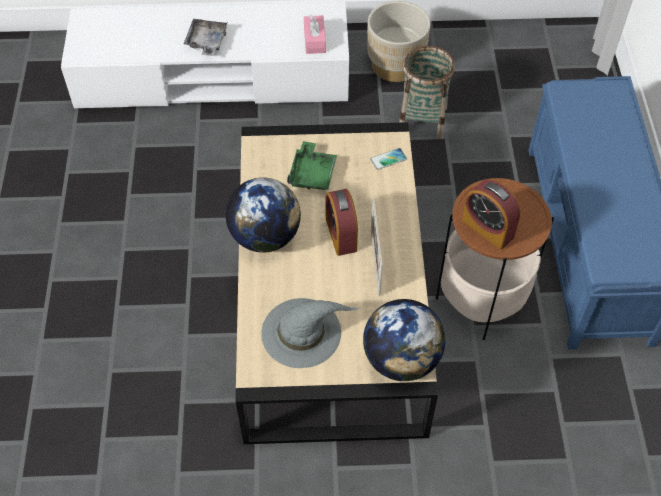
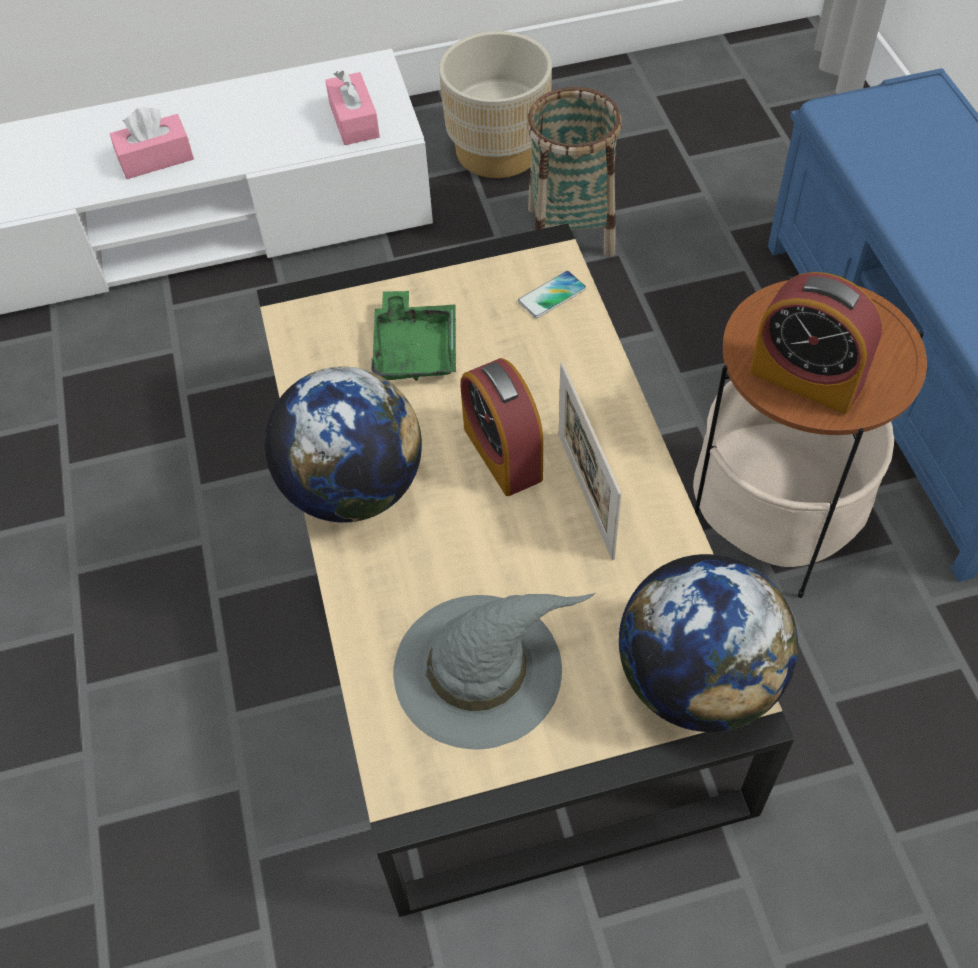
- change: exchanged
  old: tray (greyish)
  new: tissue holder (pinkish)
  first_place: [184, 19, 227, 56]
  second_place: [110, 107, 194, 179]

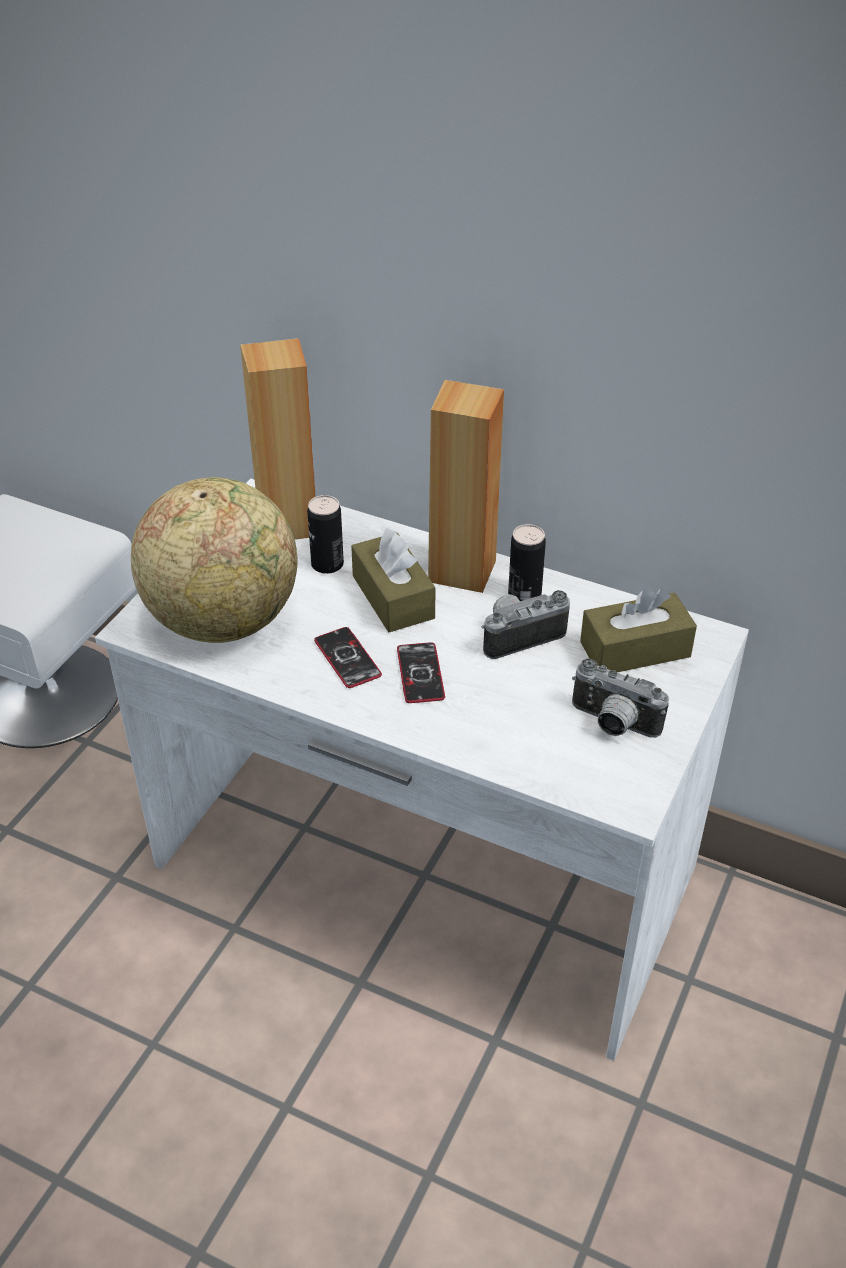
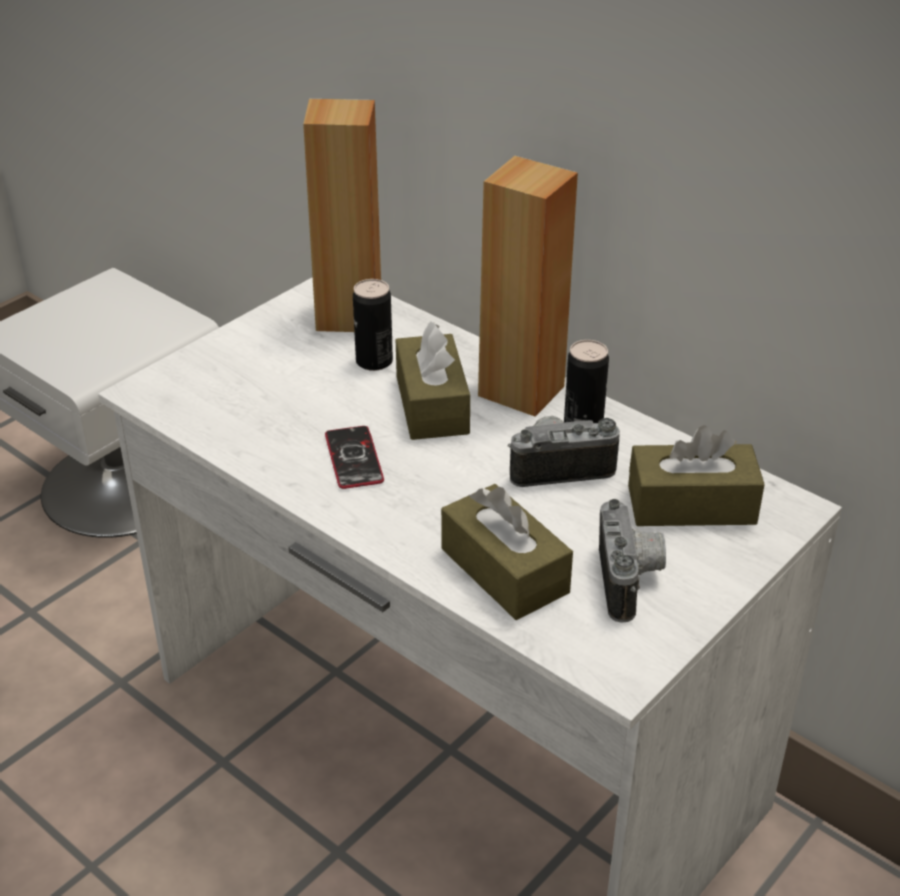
- change: missing
  old: desk globe
  first_place: [131, 477, 298, 643]
- change: missing
  old: handset
  first_place: [397, 642, 445, 703]
- change: spun
  old: still camera
  first_place: [572, 658, 669, 738]
  second_place: [599, 499, 666, 623]
  degrees: -135
- change: appeared
  new: tissue holder (brown)
  second_place: [441, 484, 573, 620]

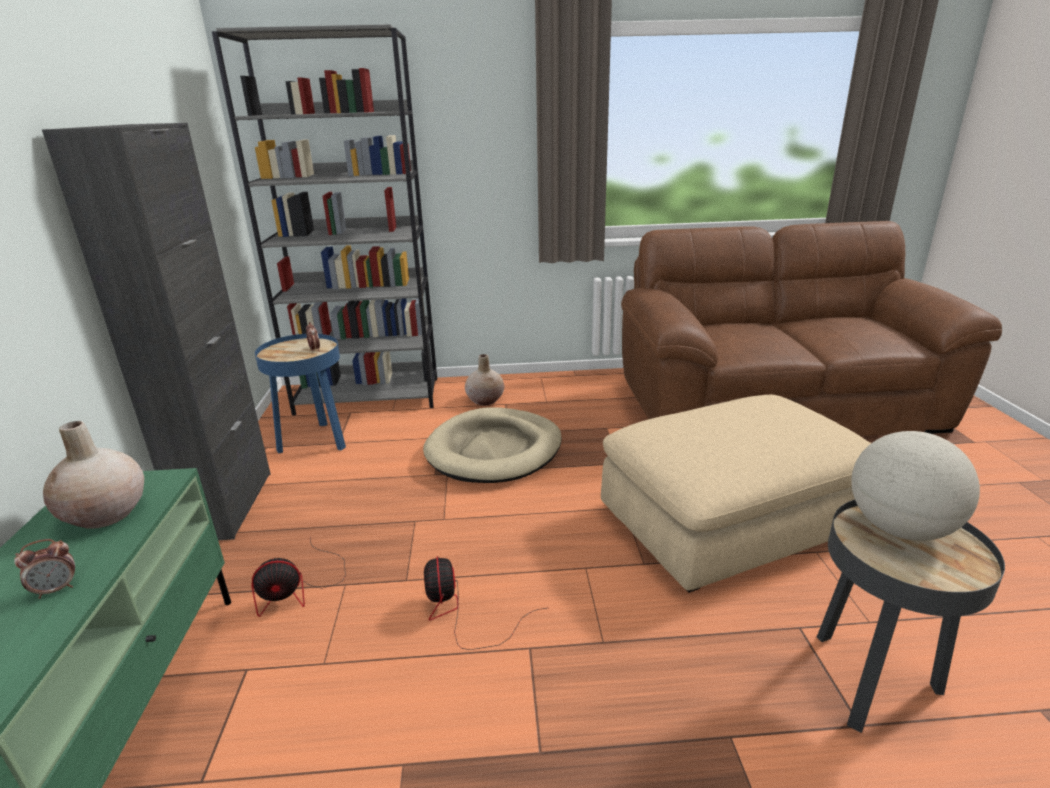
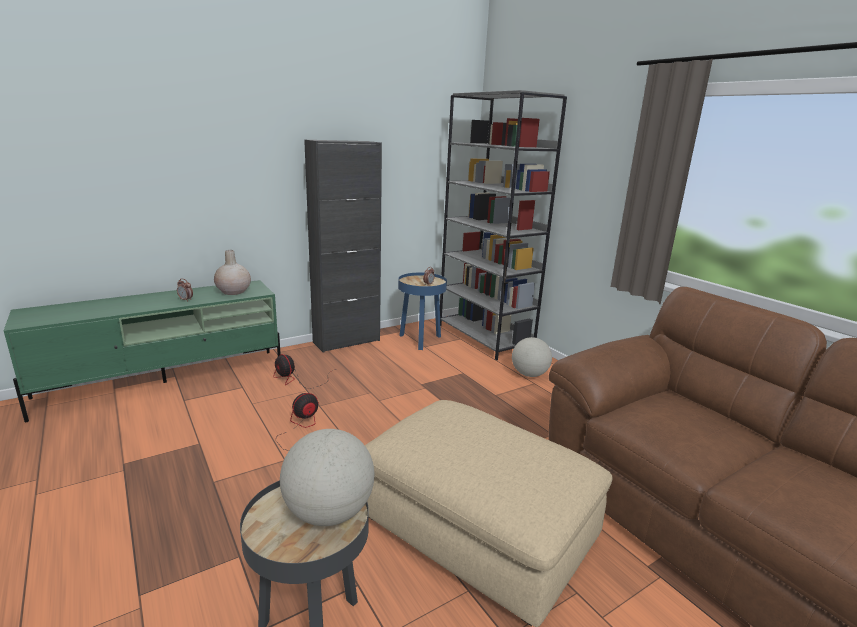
- change: missing
  old: pet bed (beige)
  first_place: [423, 407, 562, 483]
- change: exchanged
  old: decorative vase (beige)
  new: desk globe
  first_place: [465, 354, 504, 405]
  second_place: [512, 337, 552, 377]

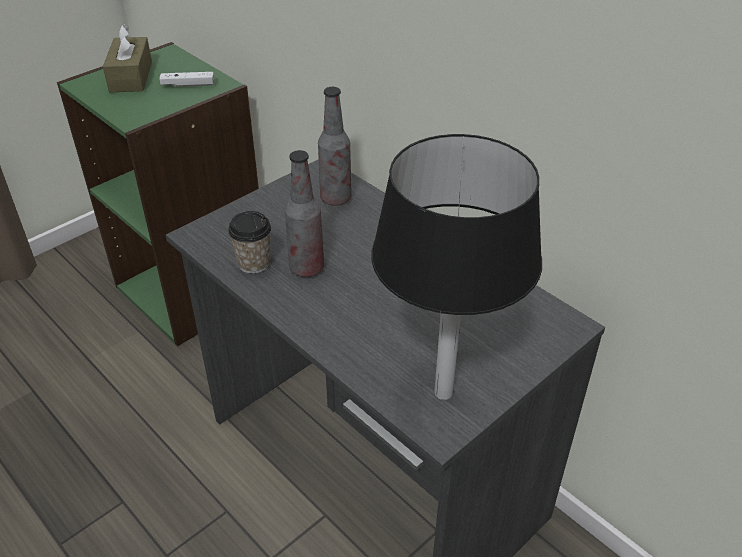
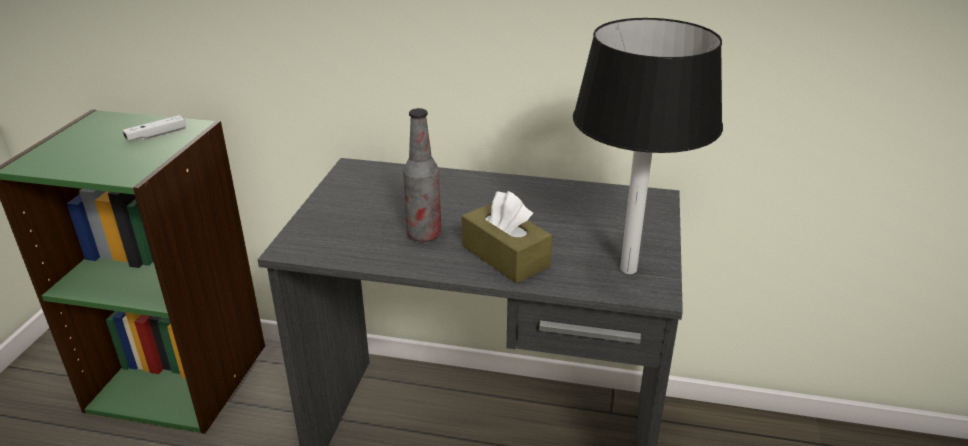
- change: relocated
  old: tissue holder (brown)
  first_place: [103, 24, 152, 92]
  second_place: [462, 191, 552, 283]
- change: missing
  old: drinking cup
  first_place: [228, 211, 271, 274]
- change: missing
  old: drink bottle
  first_place: [318, 87, 352, 206]

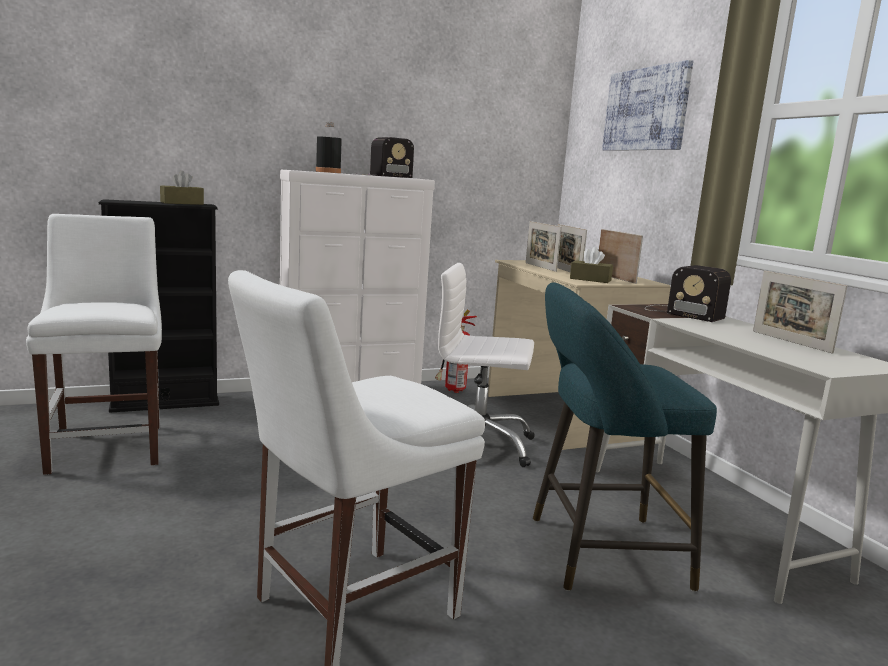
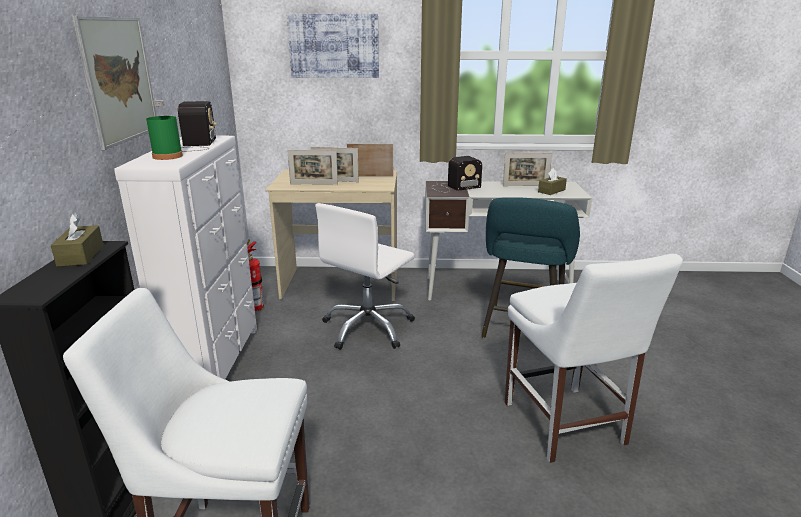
- change: colour
  old: drink bottle (blackish)
  new: drink bottle (greenish)
  first_place: [316, 122, 342, 173]
  second_place: [146, 100, 183, 160]
- change: relocated
  old: tissue holder (brown)
  first_place: [570, 247, 613, 283]
  second_place: [538, 168, 567, 195]
- change: appeared
  new: wall art
  second_place: [72, 16, 156, 150]

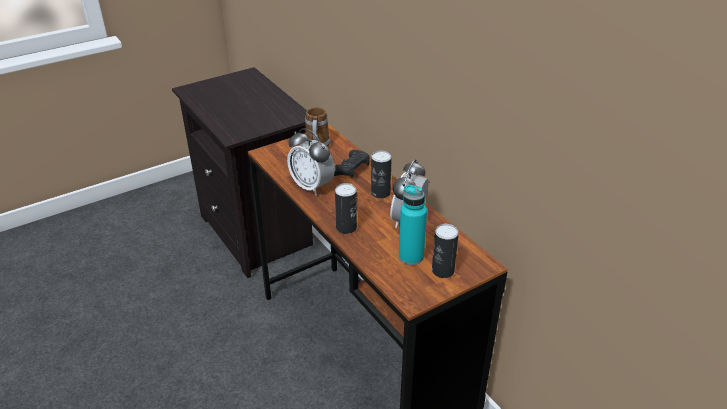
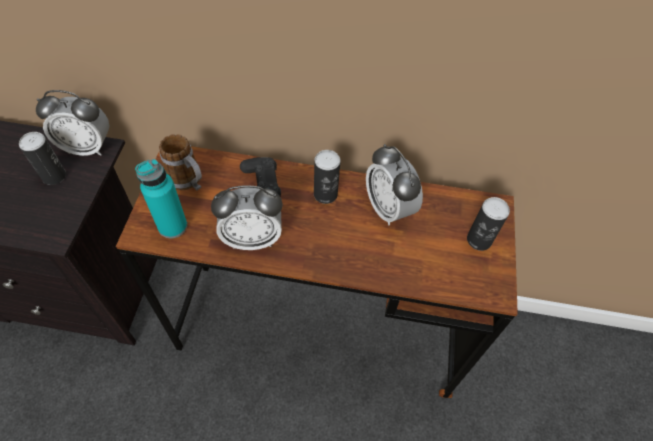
- change: relocated
  old: metal can
  first_place: [335, 183, 357, 234]
  second_place: [19, 132, 66, 185]
- change: relocated
  old: drink bottle (turquoise-coloured)
  first_place: [399, 185, 427, 265]
  second_place: [135, 159, 187, 238]
- change: appeared
  new: bedside clock
  second_place: [36, 90, 109, 156]

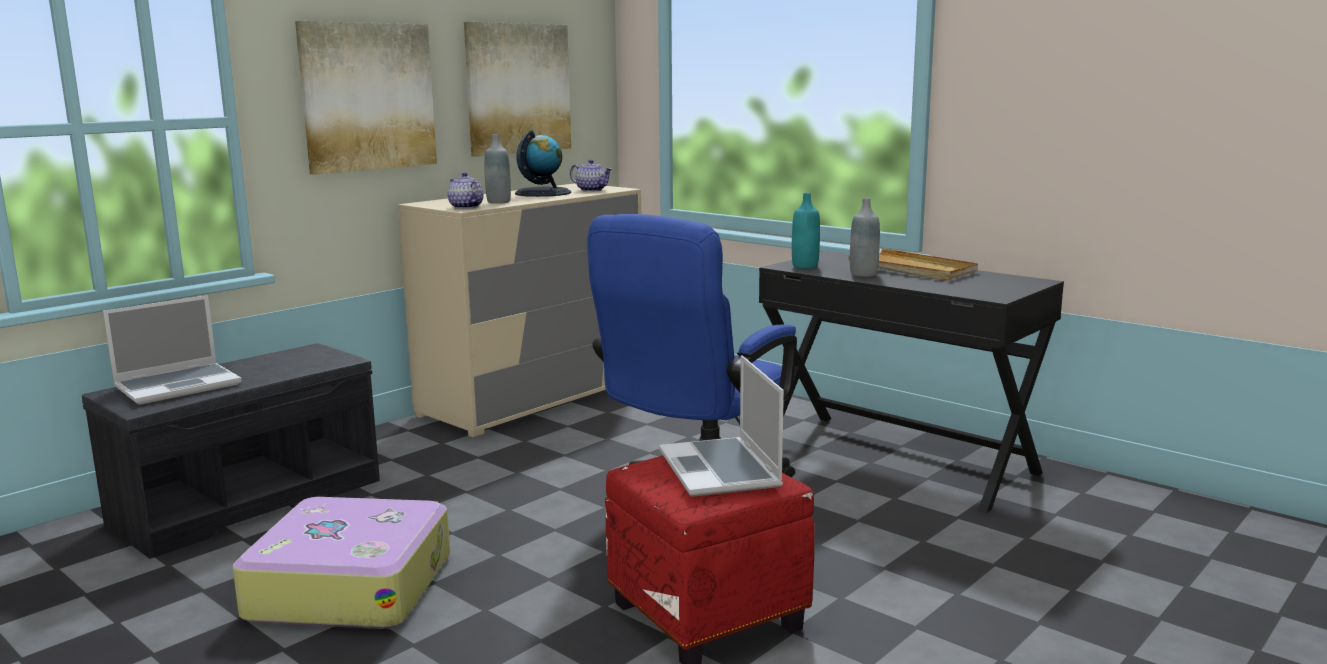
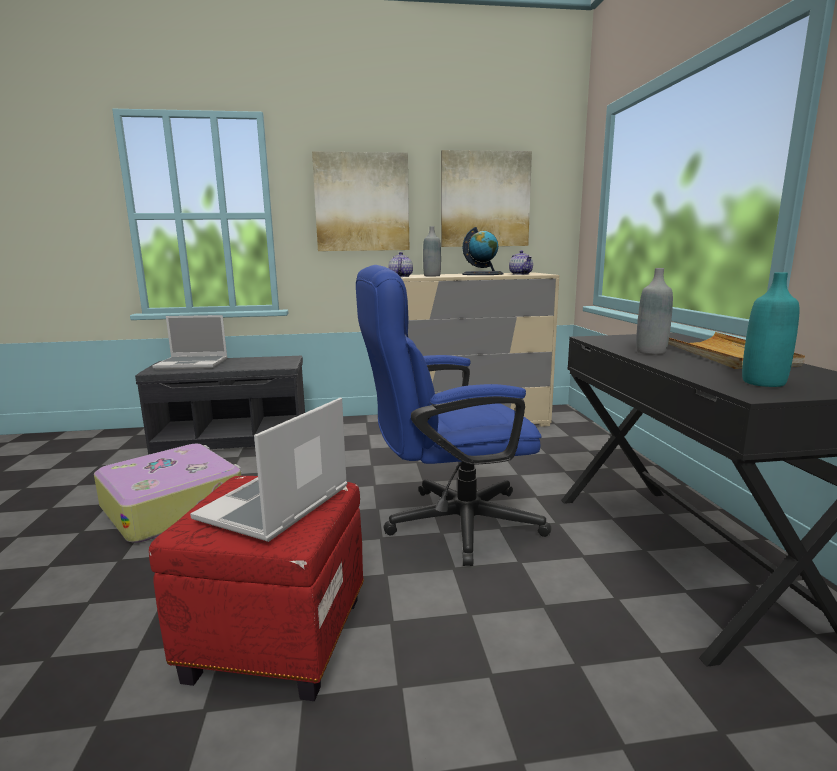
- change: relocated
  old: drink bottle (turquoise-coloured)
  first_place: [792, 193, 820, 268]
  second_place: [742, 272, 799, 387]

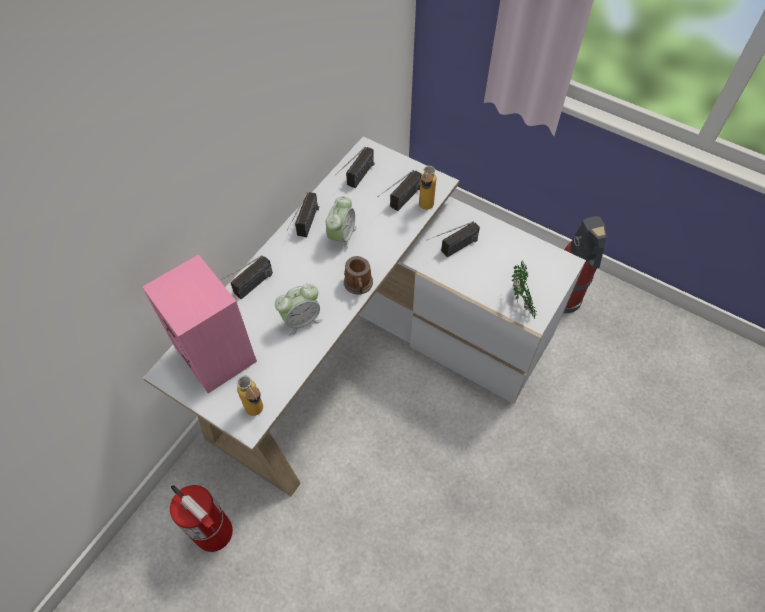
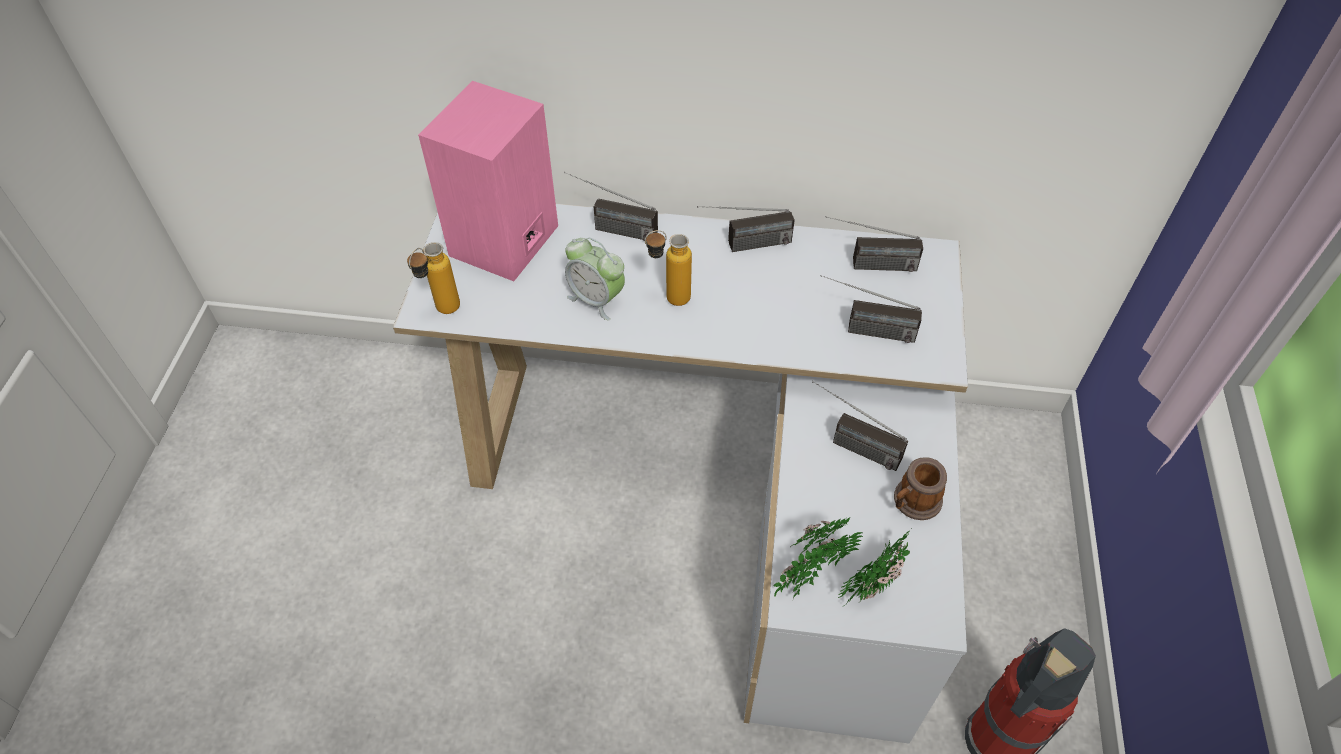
- change: missing
  old: extinguisher
  first_place: [170, 485, 233, 552]
- change: missing
  old: bedside clock
  first_place: [326, 196, 357, 252]
- change: relocated
  old: coffee mug
  first_place: [344, 256, 373, 294]
  second_place: [894, 457, 947, 520]
- change: relocated
  old: drink bottle
  first_place: [419, 166, 436, 210]
  second_place: [645, 230, 692, 306]
- change: appeared
  new: potted plant
  second_place: [838, 531, 910, 607]

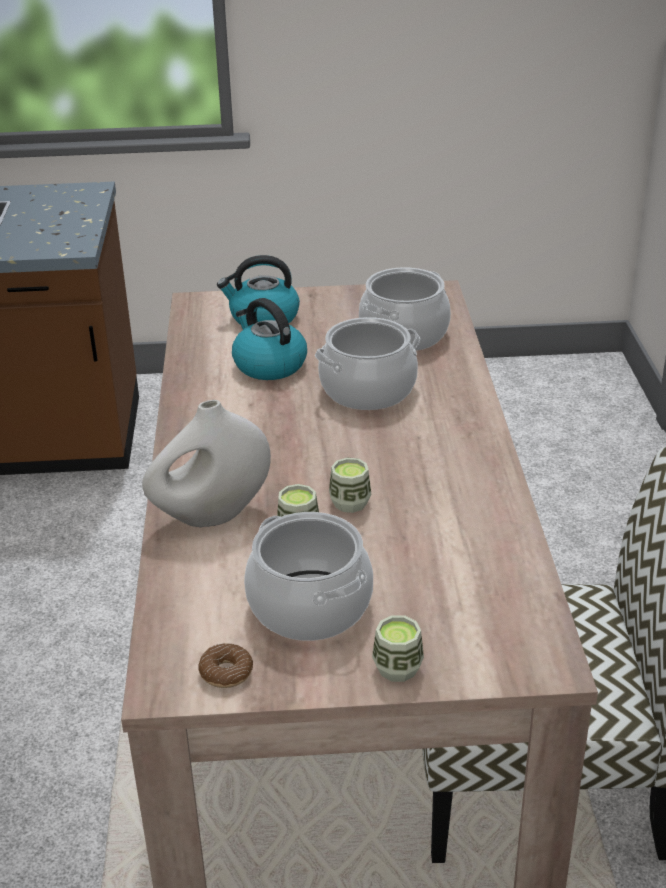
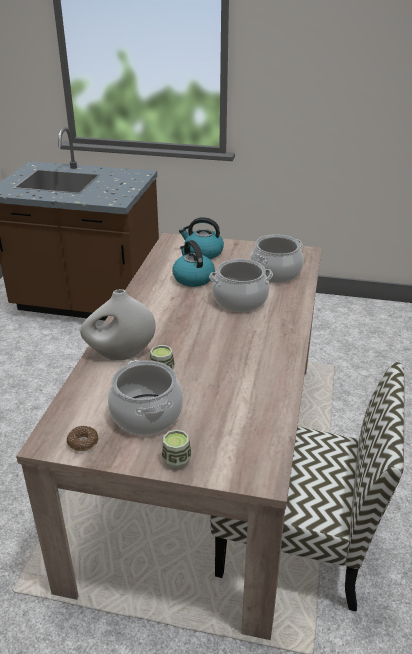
- change: missing
  old: drinking cup
  first_place: [329, 458, 372, 513]

